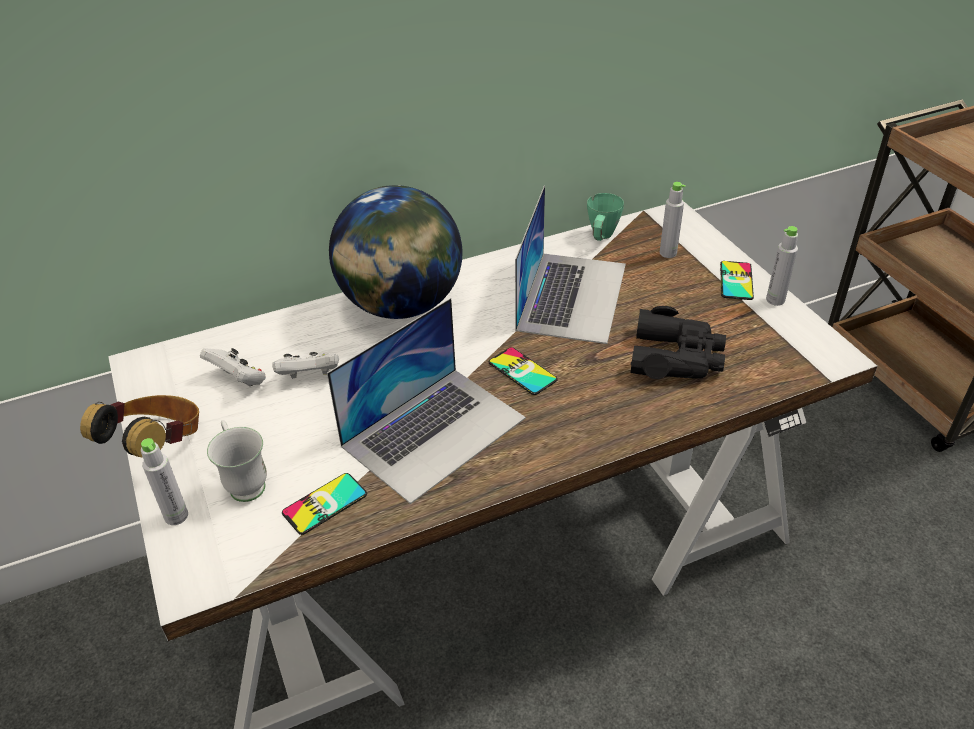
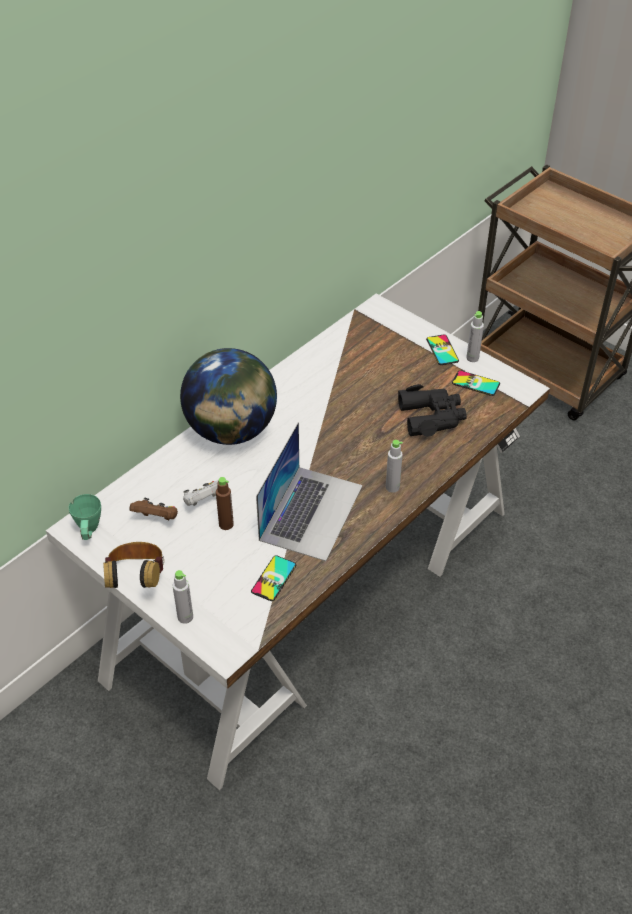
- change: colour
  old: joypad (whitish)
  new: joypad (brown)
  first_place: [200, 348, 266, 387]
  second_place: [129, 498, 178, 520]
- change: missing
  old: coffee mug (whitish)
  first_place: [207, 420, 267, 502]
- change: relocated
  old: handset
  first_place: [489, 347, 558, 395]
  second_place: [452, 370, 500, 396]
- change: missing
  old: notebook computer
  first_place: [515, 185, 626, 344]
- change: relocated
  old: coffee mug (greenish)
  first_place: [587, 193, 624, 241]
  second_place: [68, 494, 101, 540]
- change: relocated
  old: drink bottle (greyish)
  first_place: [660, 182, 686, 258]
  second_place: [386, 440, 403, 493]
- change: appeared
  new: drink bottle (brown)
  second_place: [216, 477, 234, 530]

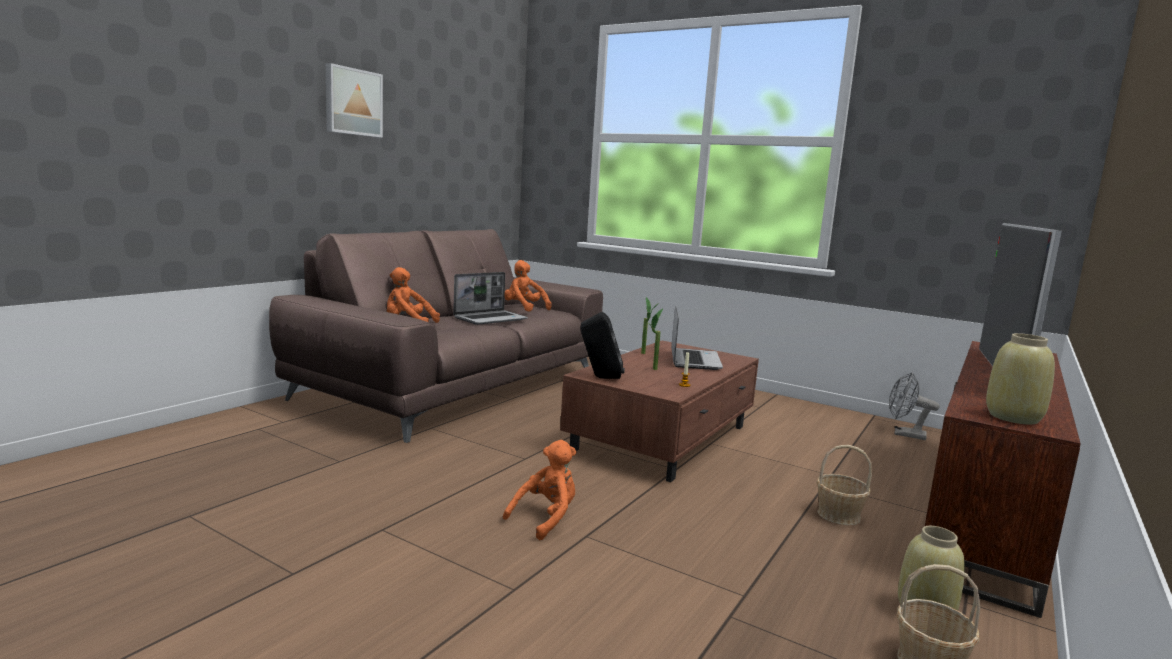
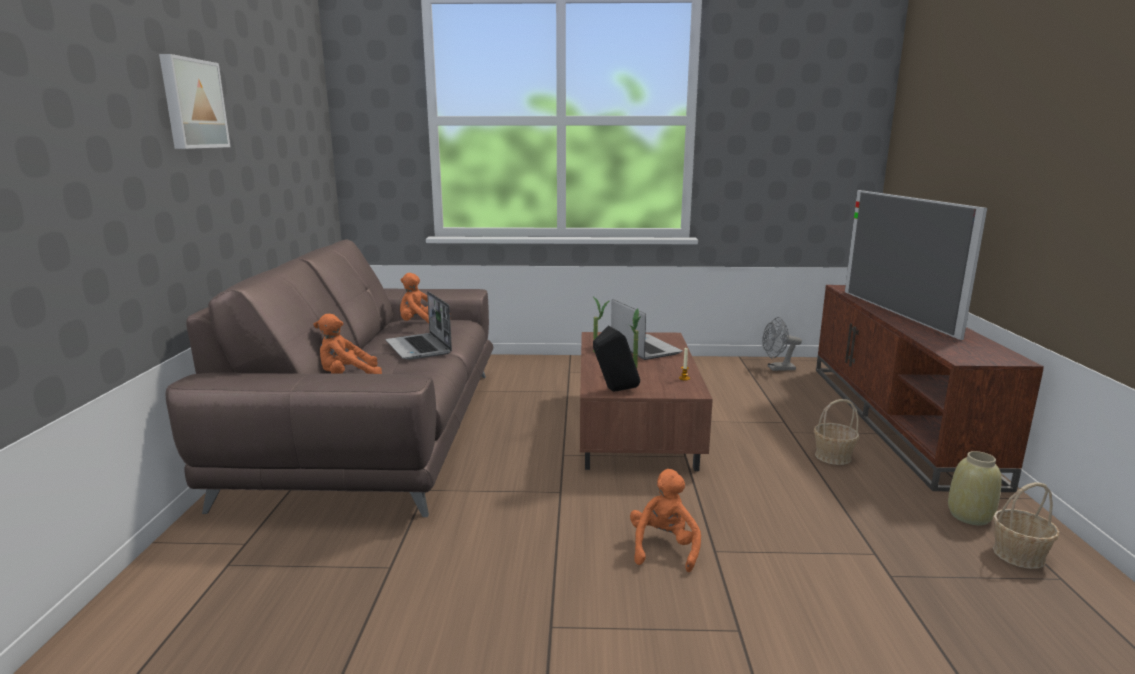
- change: spun
  old: notebook computer
  first_place: [453, 272, 528, 325]
  second_place: [385, 291, 452, 360]
  degrees: 135
- change: missing
  old: decorative vase (beige)
  first_place: [986, 333, 1055, 425]

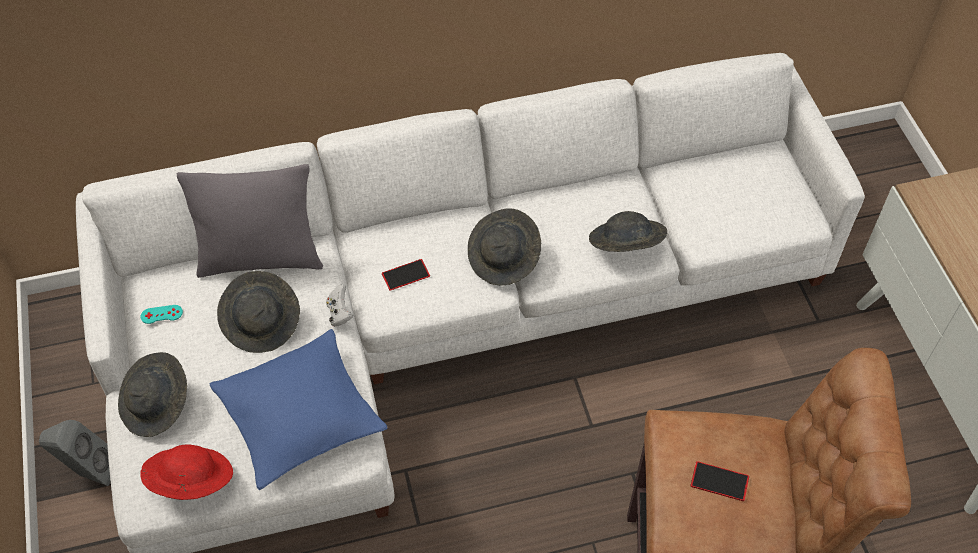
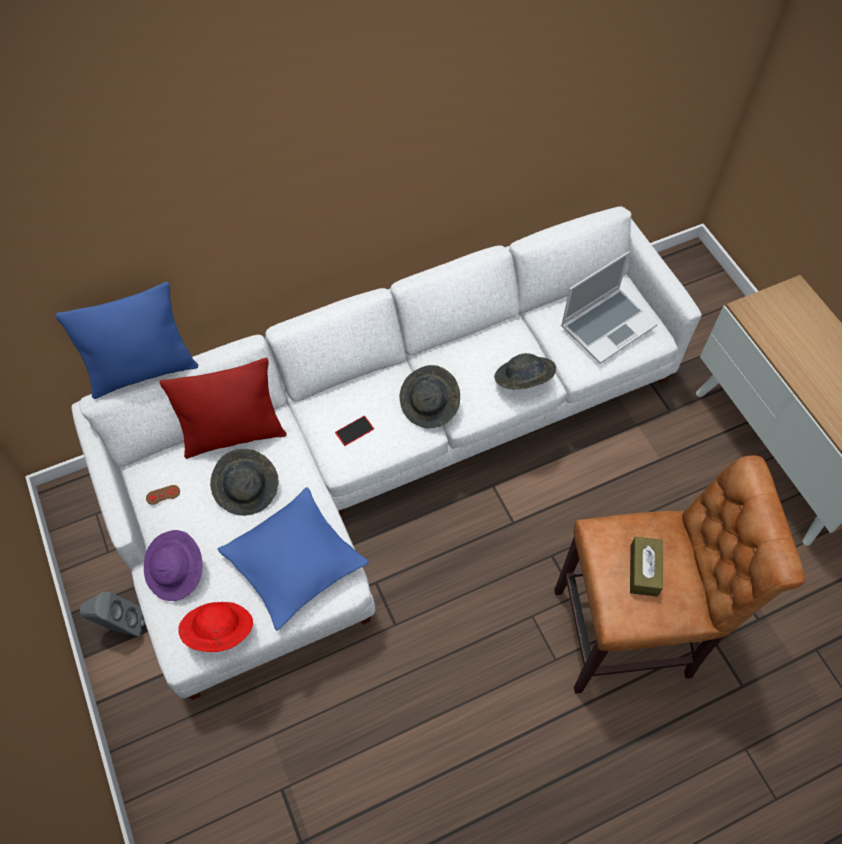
- change: colour
  old: hat (greyish)
  new: hat (purplish)
  first_place: [118, 352, 187, 437]
  second_place: [144, 530, 203, 601]
- change: colour
  old: joypad (turquoise-coloured)
  new: joypad (brown)
  first_place: [141, 305, 183, 324]
  second_place: [146, 485, 180, 505]
- change: colour
  old: pillow (greyish)
  new: pillow (red)
  first_place: [177, 164, 323, 278]
  second_place: [159, 358, 287, 459]
- change: missing
  old: joypad (whitish)
  first_place: [326, 284, 353, 327]
- change: exchanged
  old: handset
  new: tissue holder (brown)
  first_place: [690, 461, 749, 501]
  second_place: [630, 537, 663, 597]
- change: appeared
  new: pillow (bluish)
  second_place: [55, 282, 198, 399]
- change: appeared
  new: notebook computer
  second_place: [561, 251, 658, 364]

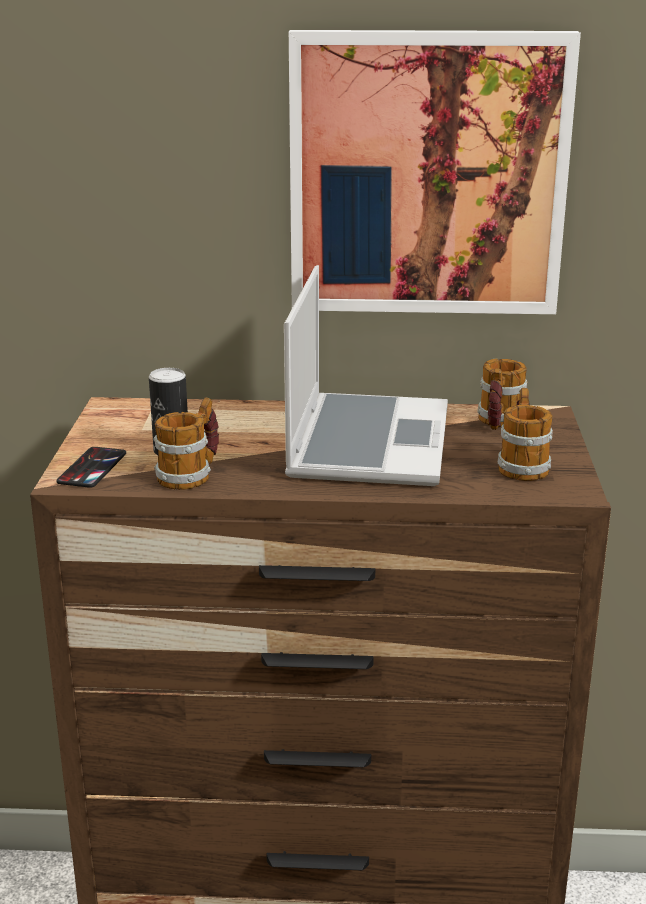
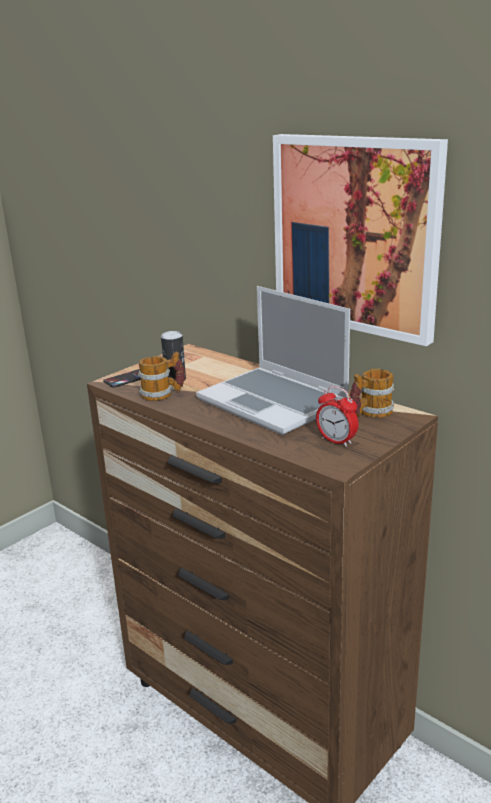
- change: spun
  old: notebook computer
  first_place: [284, 265, 448, 486]
  second_place: [196, 286, 350, 435]
  degrees: 90
- change: exchanged
  old: coffee mug
  new: bedside clock
  first_place: [498, 388, 553, 481]
  second_place: [316, 386, 358, 447]

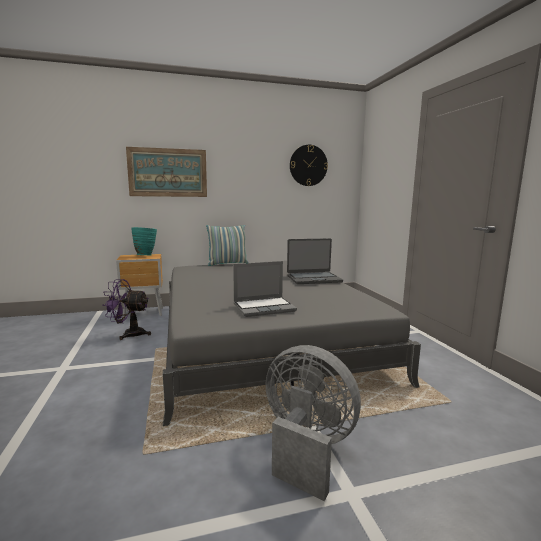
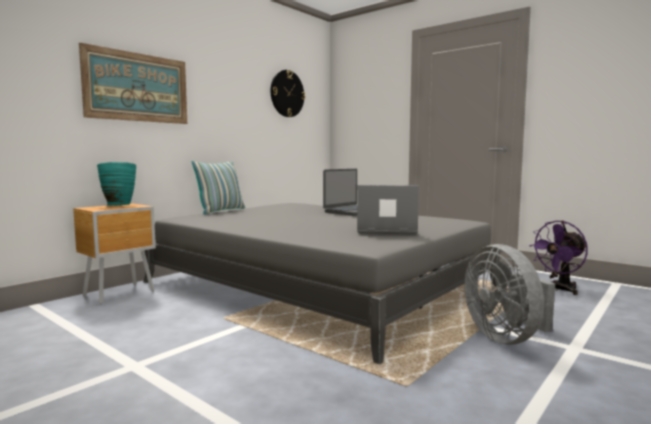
- change: relocated
  old: electric fan (purplish)
  first_place: [102, 279, 151, 340]
  second_place: [529, 221, 588, 295]
- change: spun
  old: notebook computer
  first_place: [233, 261, 297, 317]
  second_place: [357, 185, 419, 234]
  degrees: -120
- change: spun
  old: electric fan (greyish)
  first_place: [265, 345, 361, 501]
  second_place: [464, 244, 555, 345]
  degrees: -105

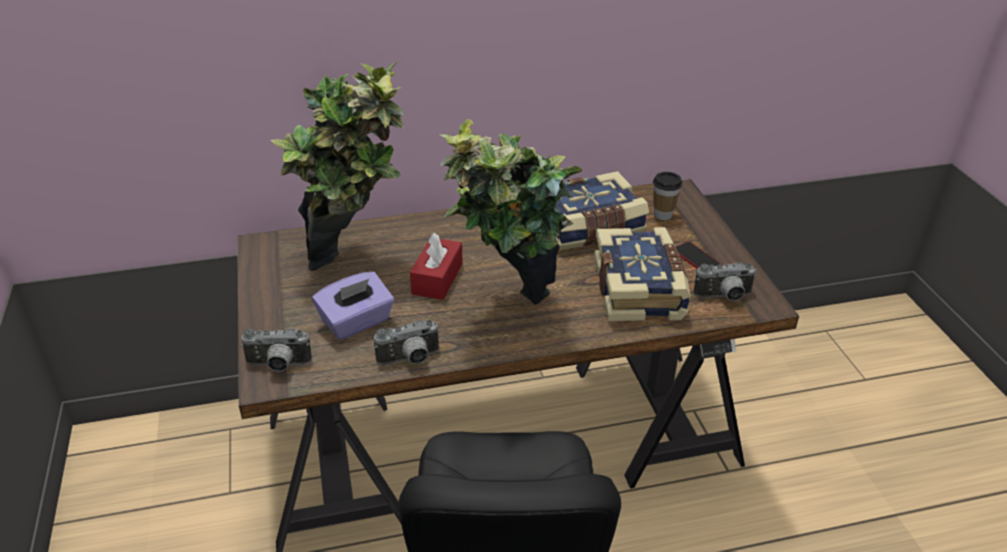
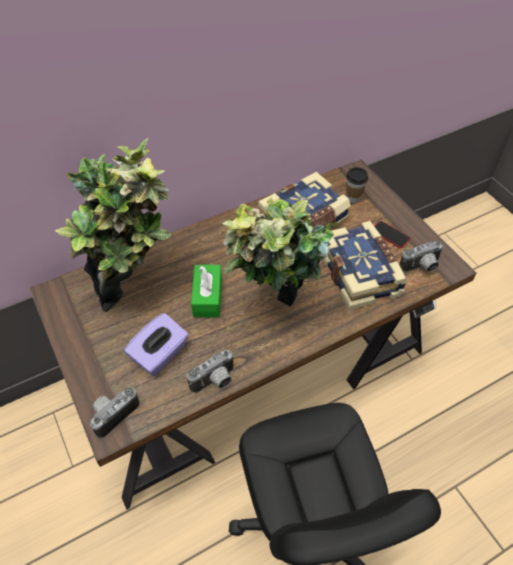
- change: spun
  old: still camera
  first_place: [241, 328, 312, 372]
  second_place: [89, 387, 140, 438]
  degrees: 150
- change: colour
  old: tissue holder (red)
  new: tissue holder (greenish)
  first_place: [410, 233, 463, 300]
  second_place: [191, 265, 222, 317]

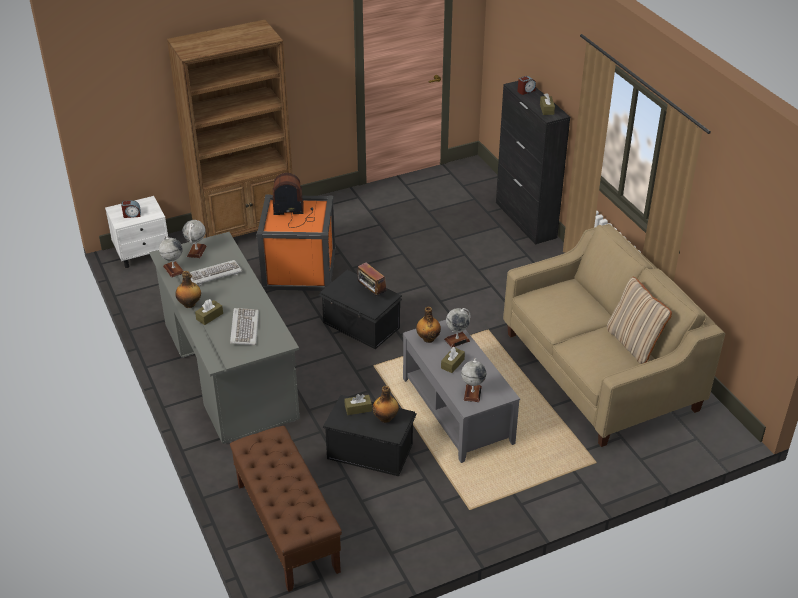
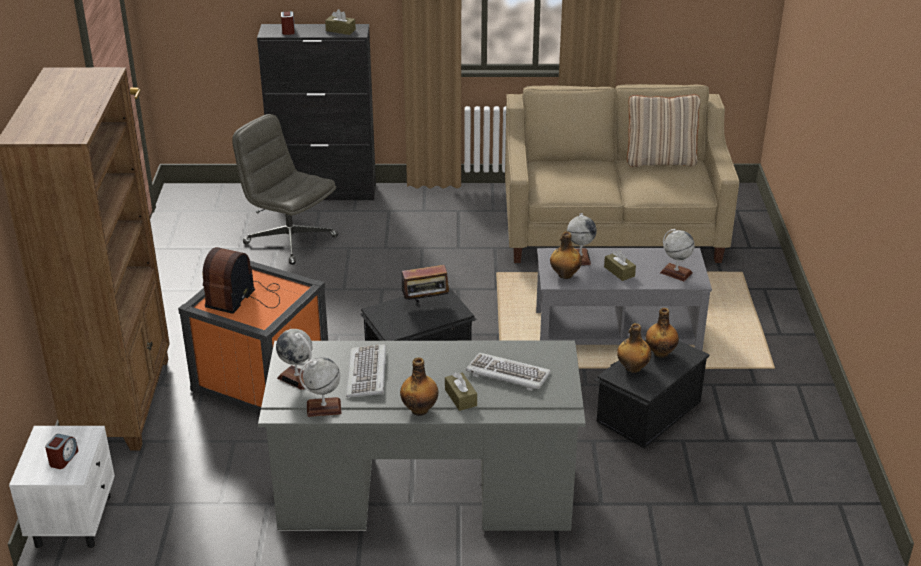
- change: missing
  old: indoor bench (brown)
  first_place: [230, 426, 342, 592]
- change: exchanged
  old: tissue holder (brown)
  new: drink bottle
  first_place: [345, 394, 372, 415]
  second_place: [617, 323, 651, 373]
- change: appeared
  new: computer chair (greyish)
  second_place: [232, 114, 338, 265]

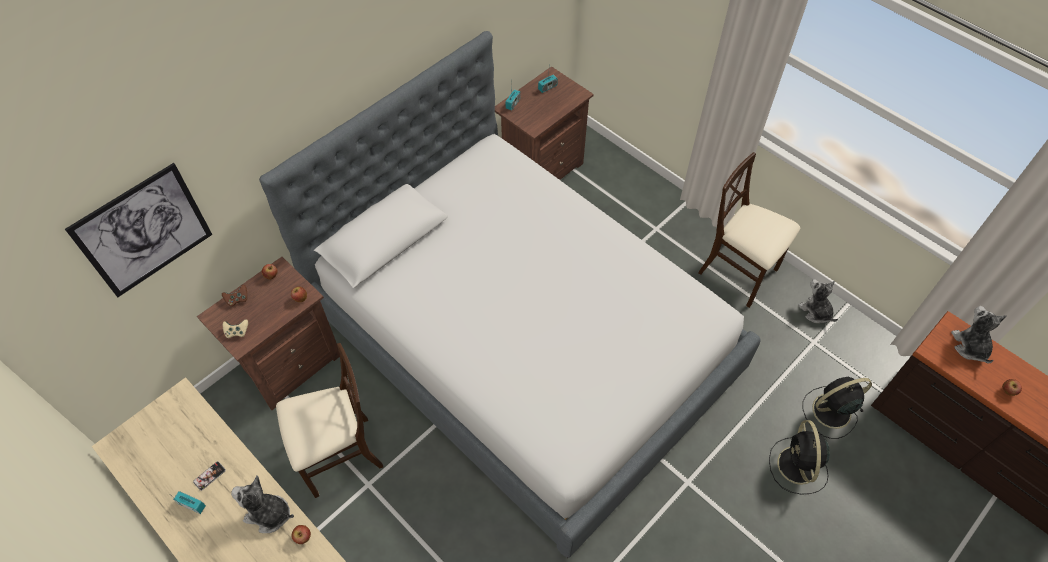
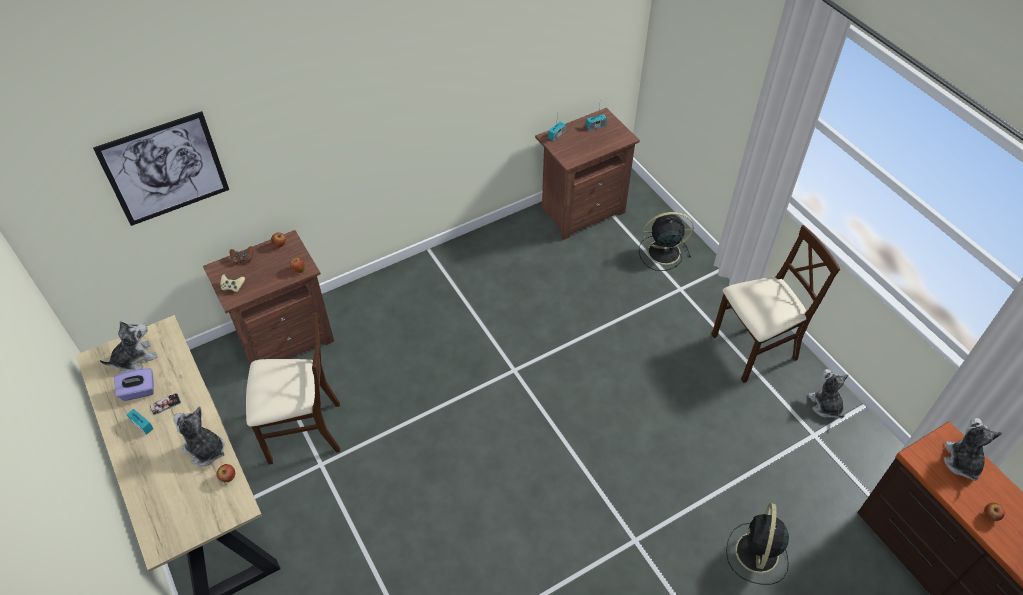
- change: missing
  old: bed
  first_place: [259, 31, 761, 558]
- change: spun
  old: chair (beige)
  first_place: [698, 152, 801, 308]
  second_place: [711, 225, 841, 383]
  degrees: 105
- change: relocated
  old: electric fan (blackish)
  first_place: [802, 377, 872, 439]
  second_place: [639, 212, 694, 271]
- change: appeared
  new: cuddly toy
  second_place: [100, 321, 158, 372]
- change: appeared
  new: tissue holder (purplish)
  second_place: [114, 368, 154, 401]

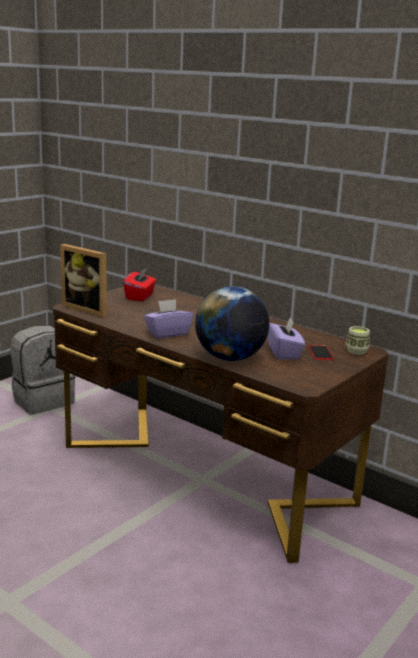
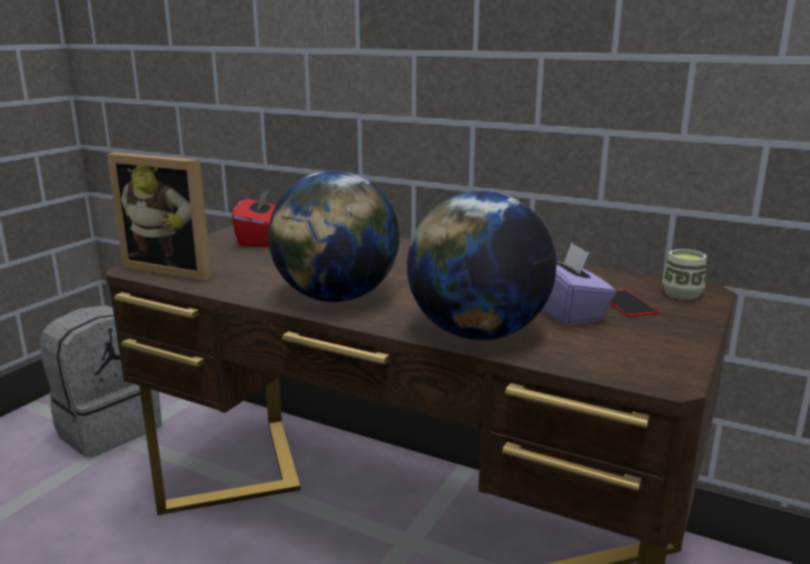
- change: exchanged
  old: tissue holder (purplish)
  new: desk globe
  first_place: [144, 299, 193, 338]
  second_place: [268, 170, 400, 302]

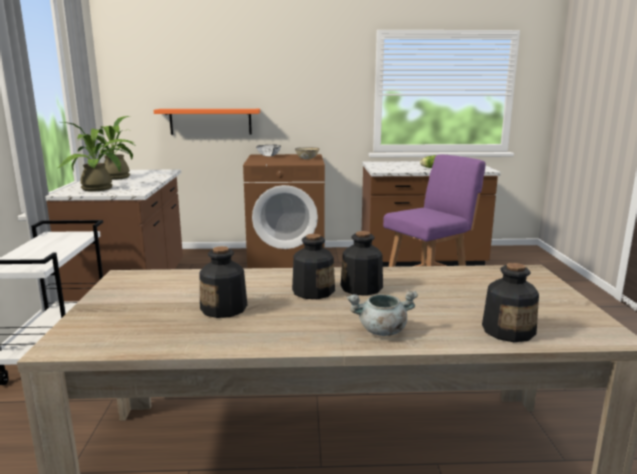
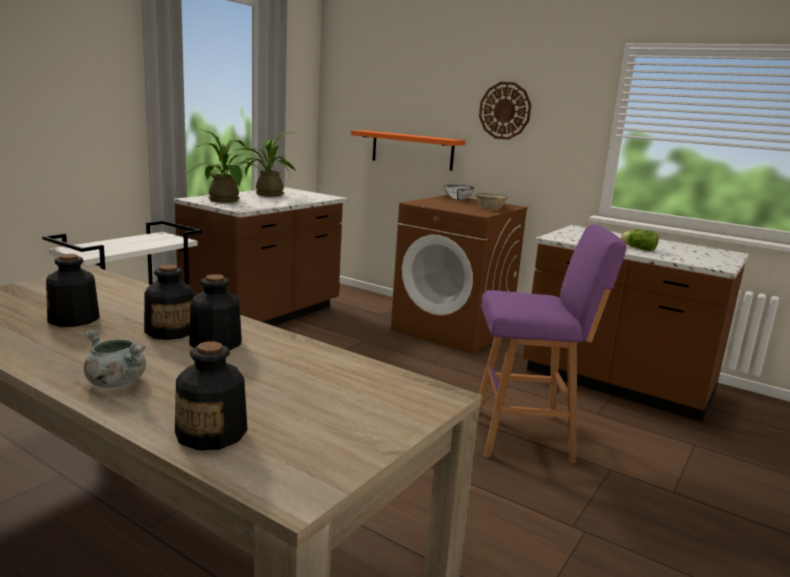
- change: appeared
  new: wall clock
  second_place: [479, 82, 531, 140]

